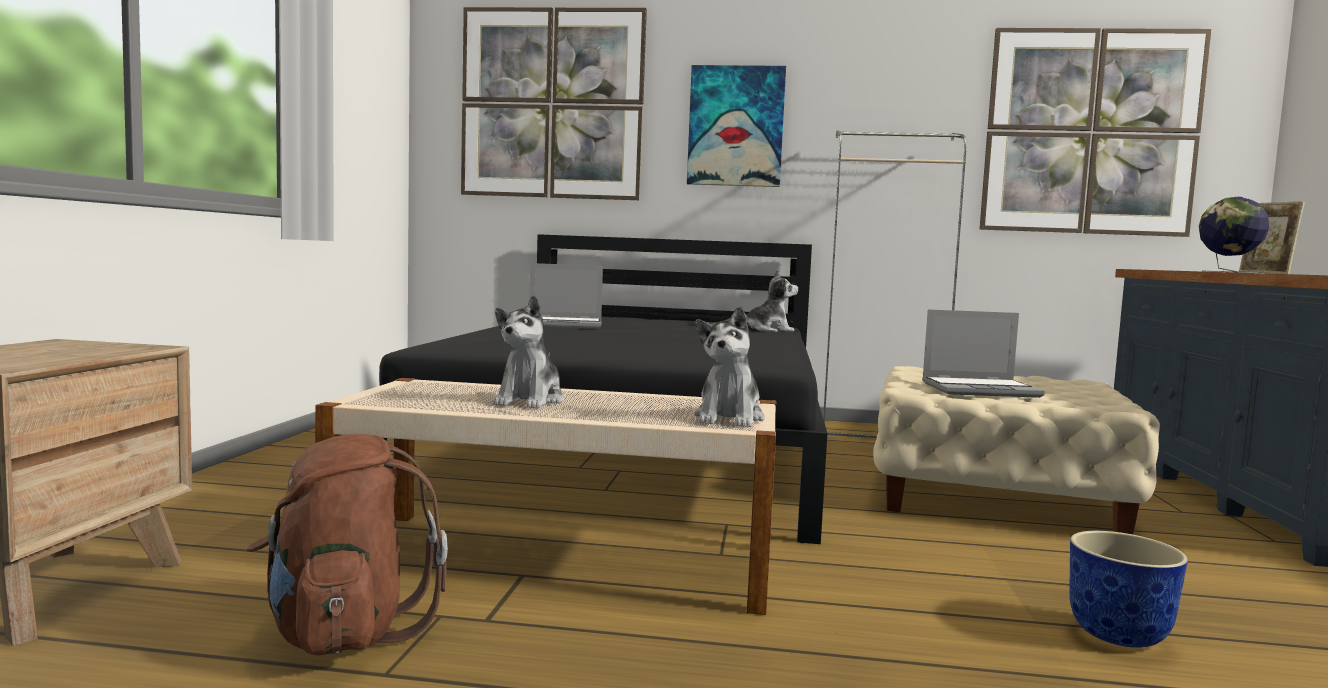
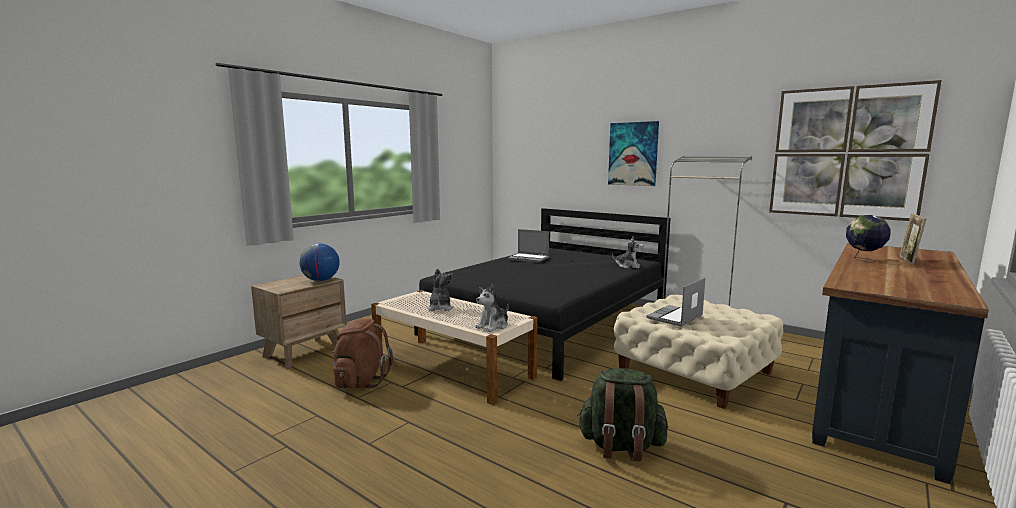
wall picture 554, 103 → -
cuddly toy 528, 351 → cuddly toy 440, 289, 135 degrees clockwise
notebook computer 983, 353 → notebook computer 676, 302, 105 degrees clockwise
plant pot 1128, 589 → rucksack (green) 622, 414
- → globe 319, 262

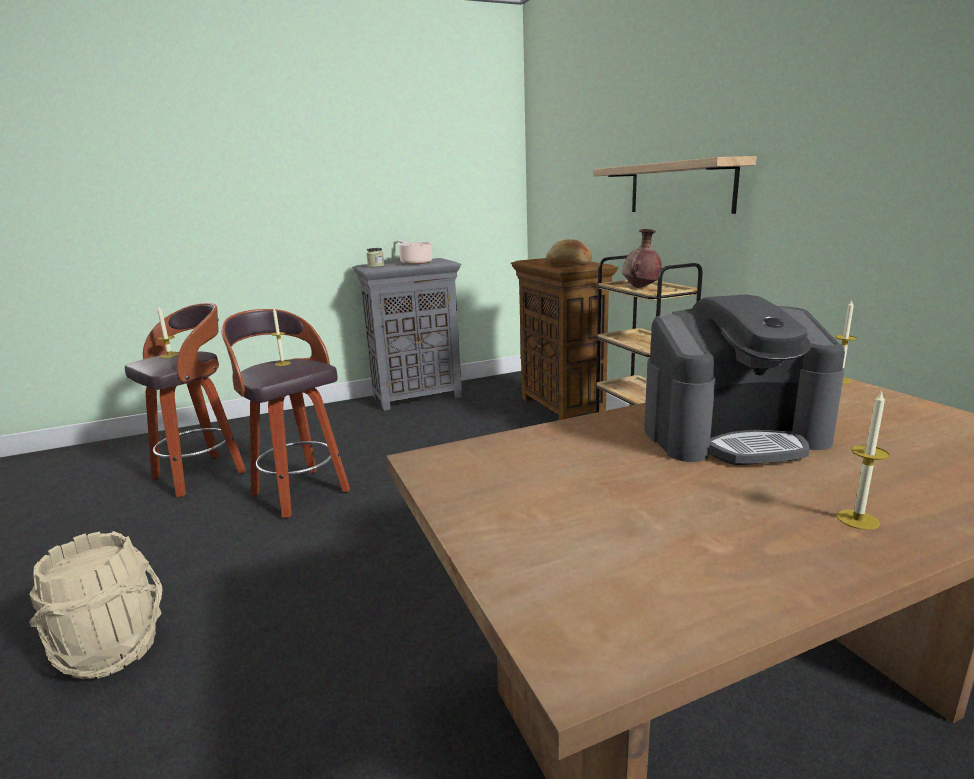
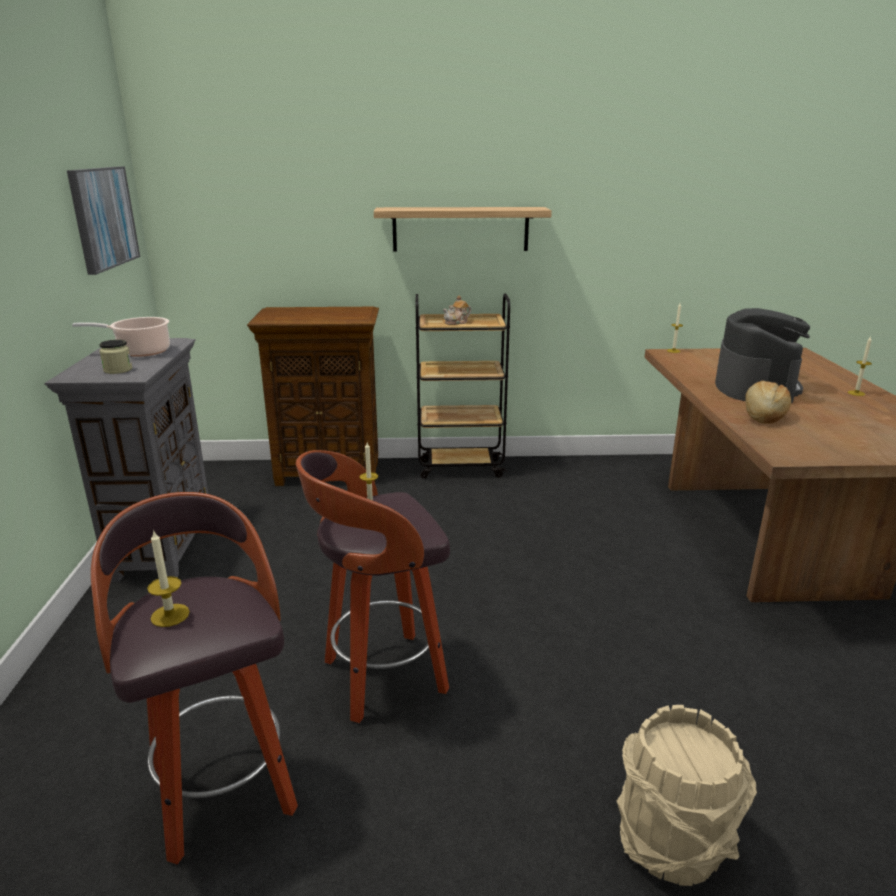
decorative vase (brownish) 642, 258 → tea pot 457, 310
bakery bread 569, 252 → bakery bread 768, 402, move
- → wall picture 103, 221

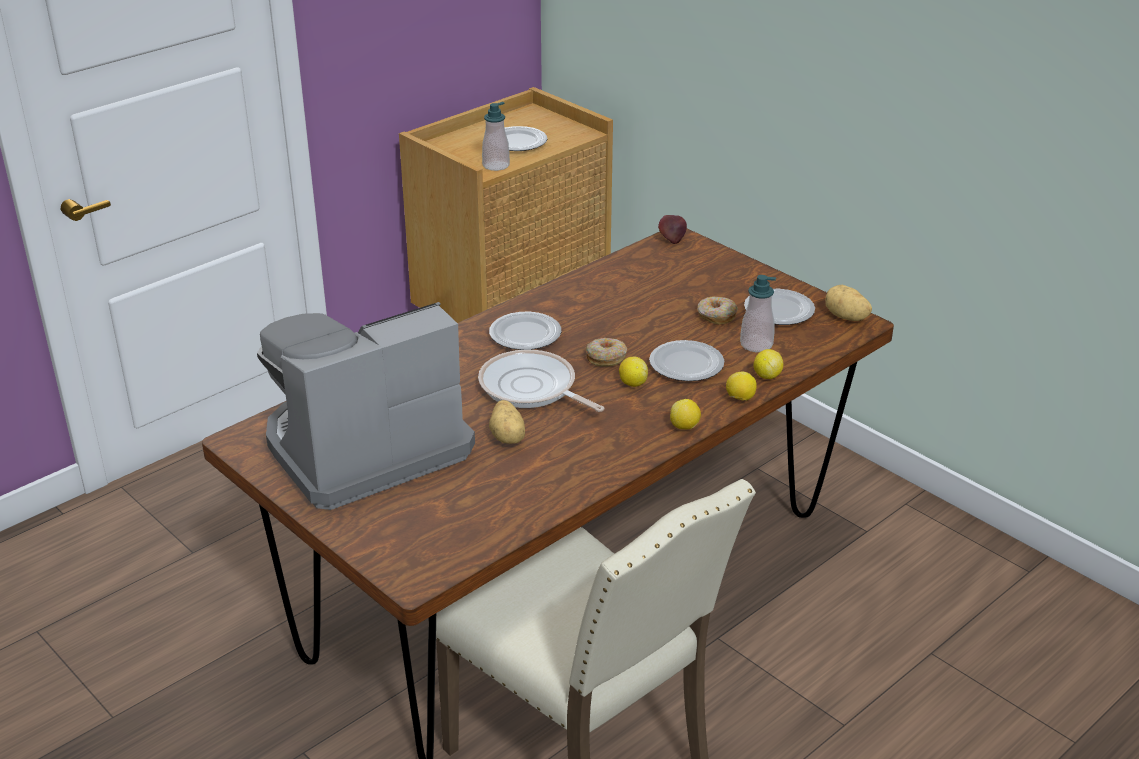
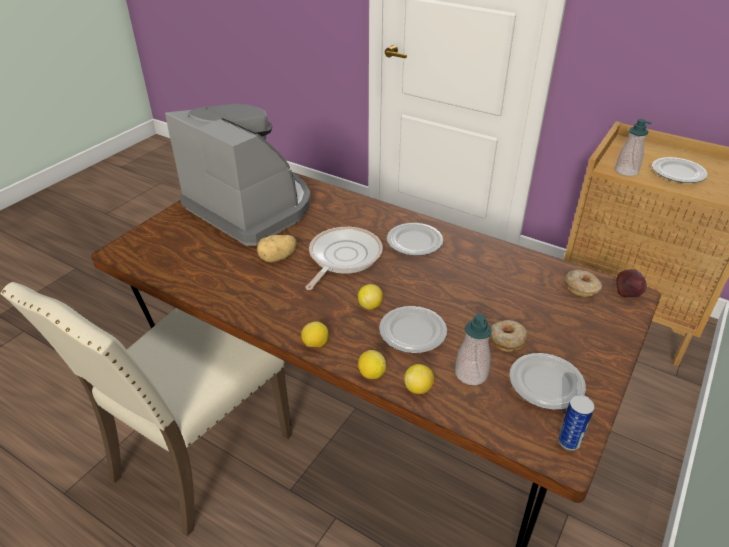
spud 848, 303 → metal can 576, 423
donut 606, 352 → donut 583, 283, move

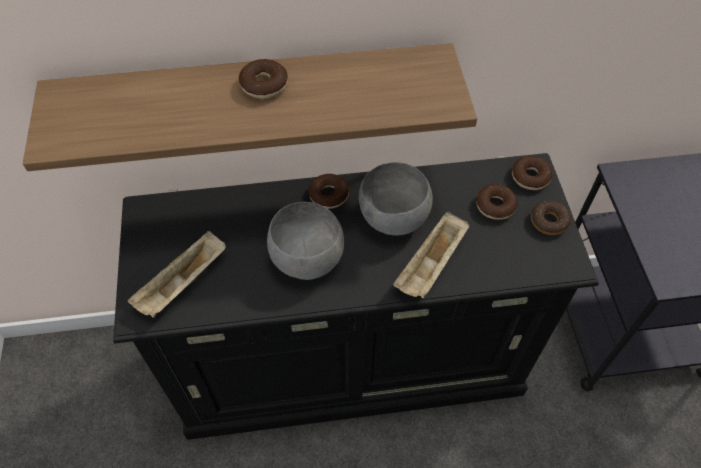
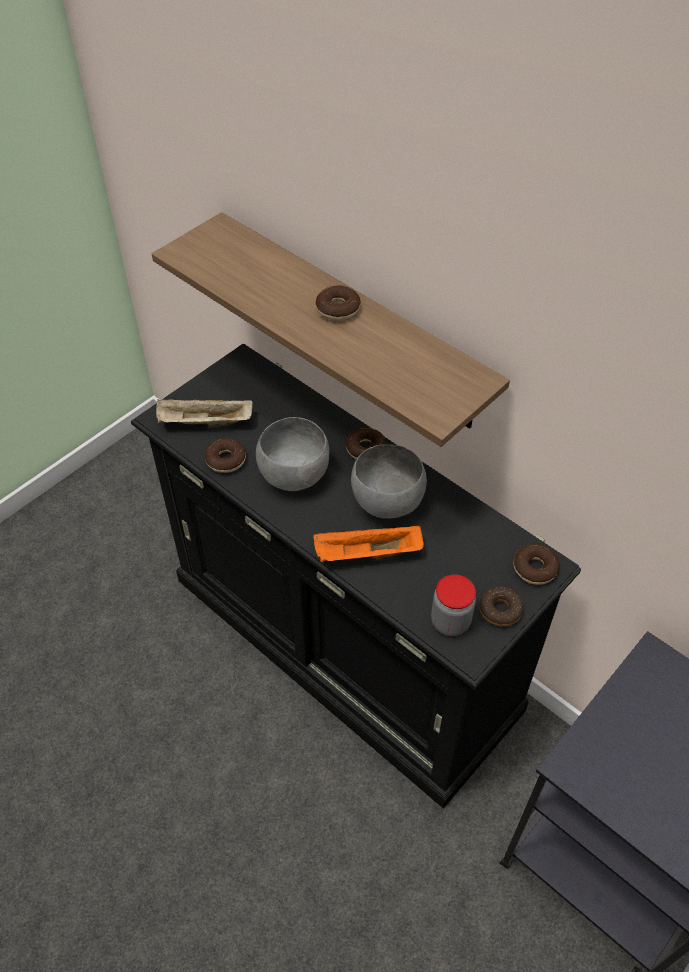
donut 497, 202 → donut 225, 455, move
carrying tray (beige-coloured) 431, 255 → carrying tray (orange-coloured) 368, 543
- → preserve jar 453, 605

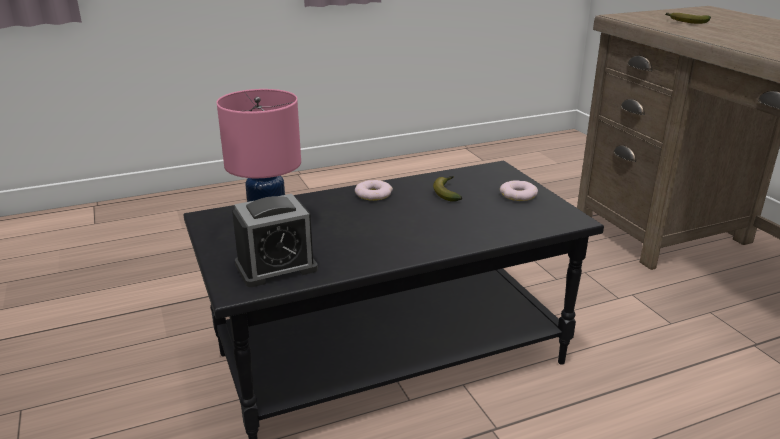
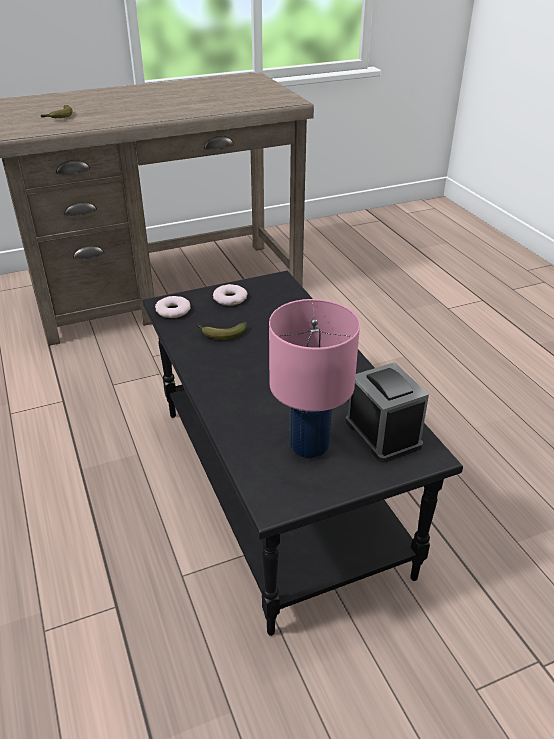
donut 374, 190 → donut 173, 307, move

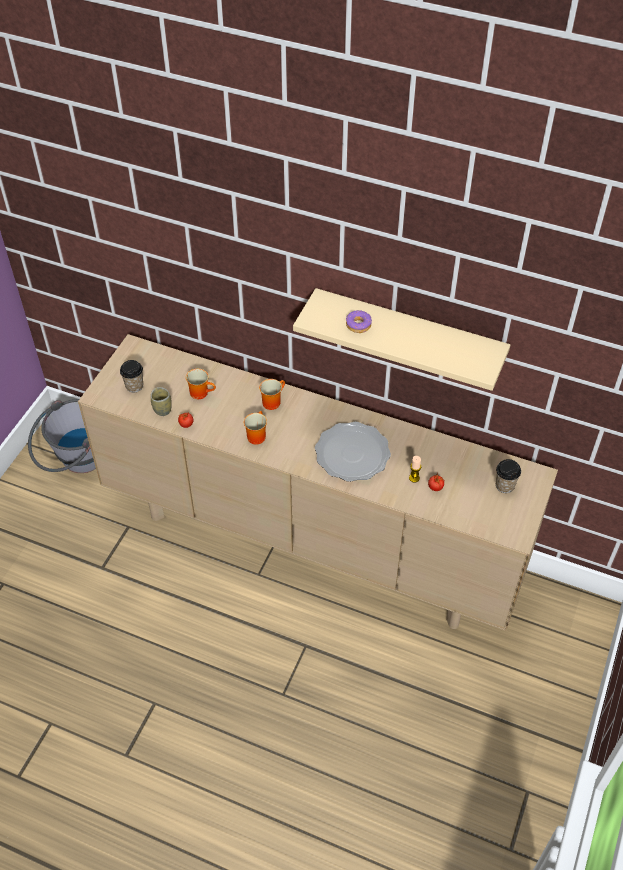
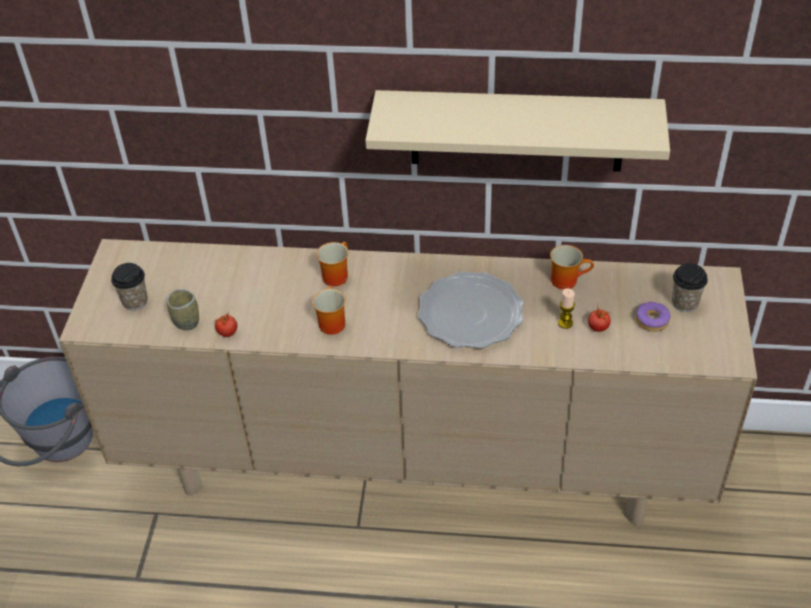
donut 359, 321 → donut 653, 316, move
coffee mug 201, 384 → coffee mug 572, 267, move

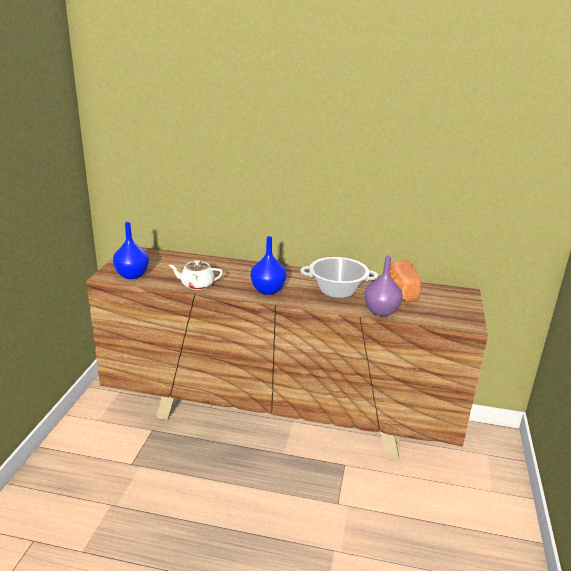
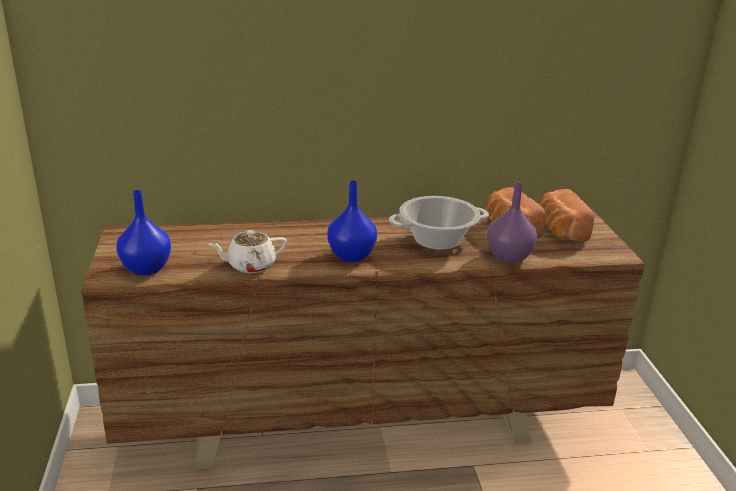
- → bakery bread 566, 215

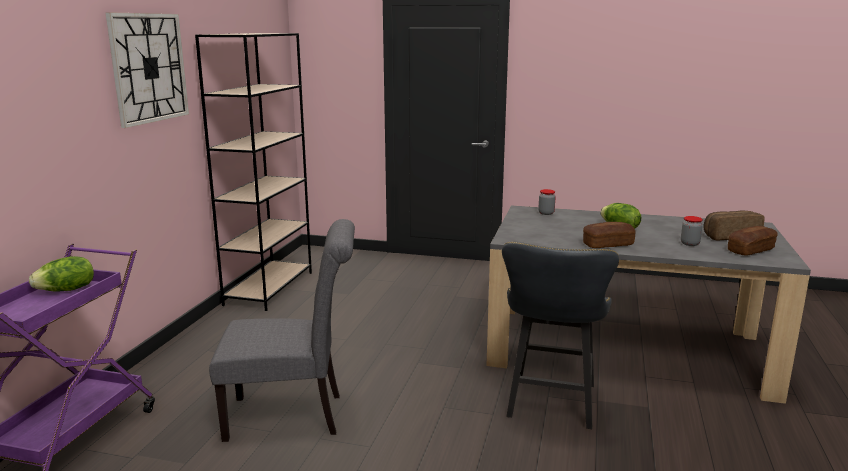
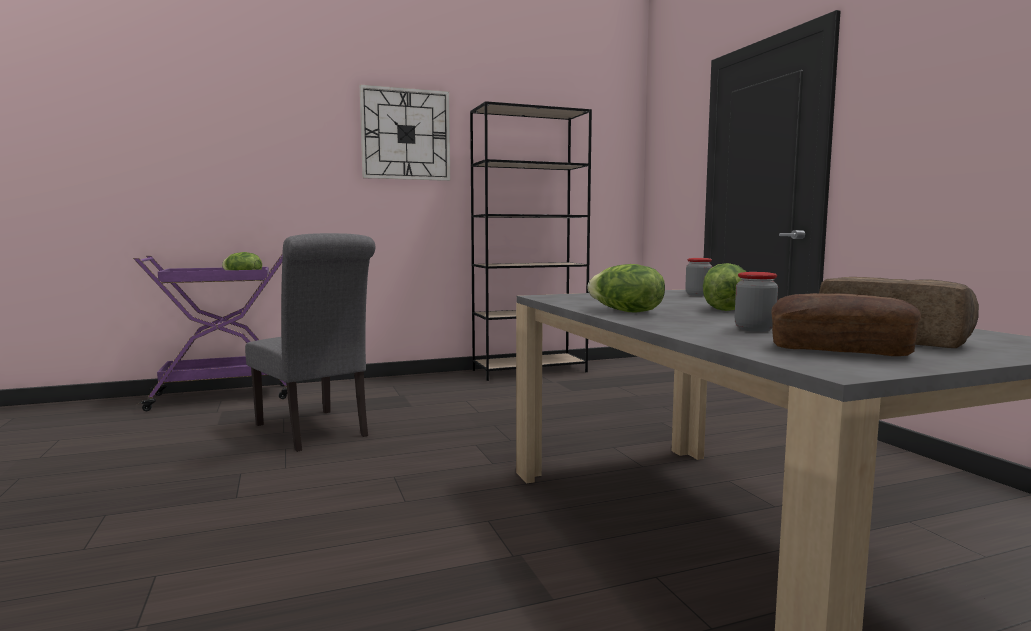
bakery bread 609, 235 → lettuce 626, 288
stool seat (greyish) 560, 335 → -

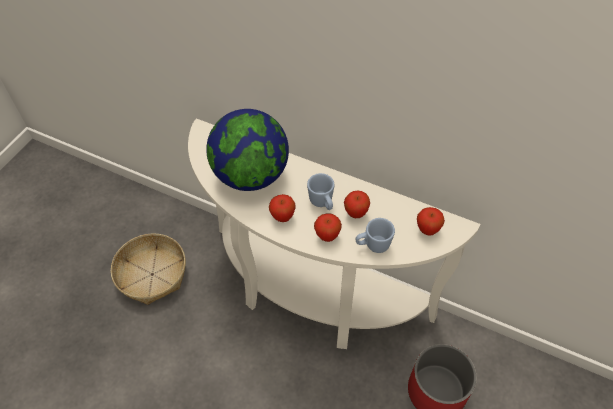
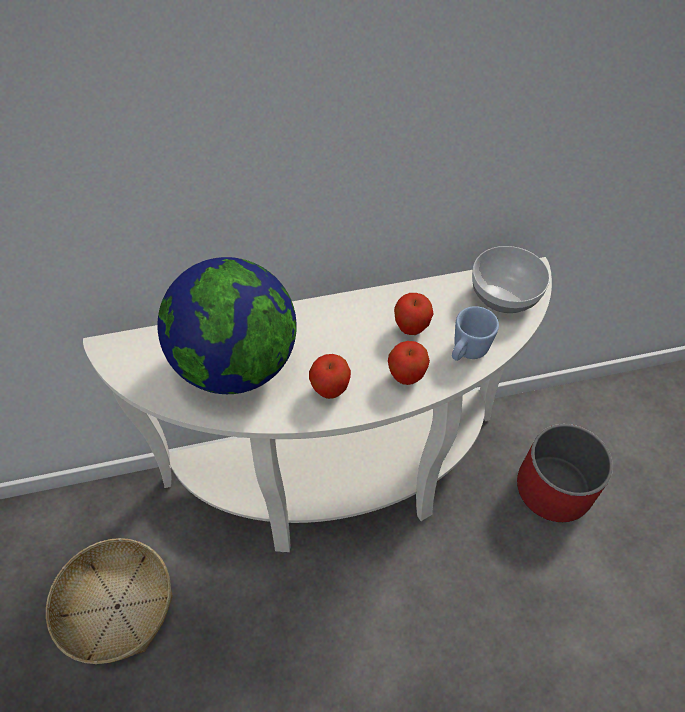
coffee mug (blue) 320, 191 → -
apple fruit 431, 221 → bowl 511, 279

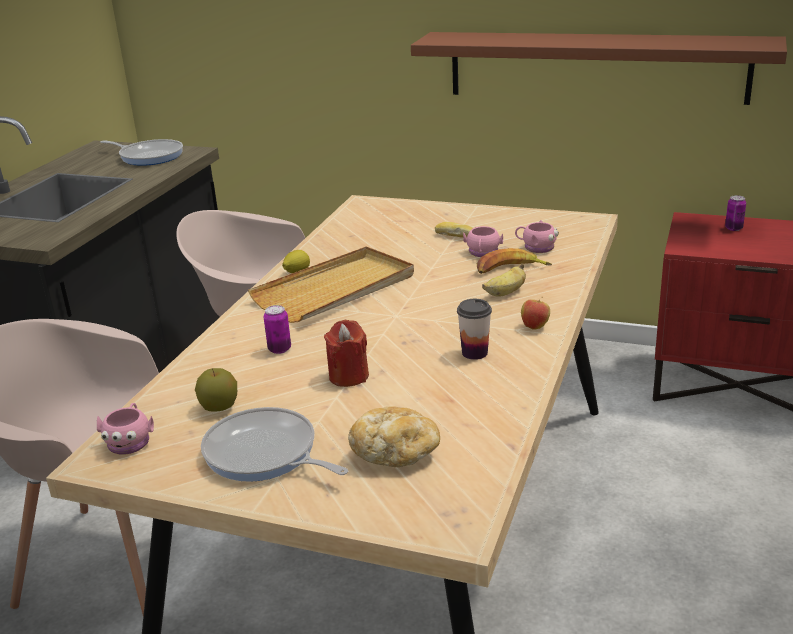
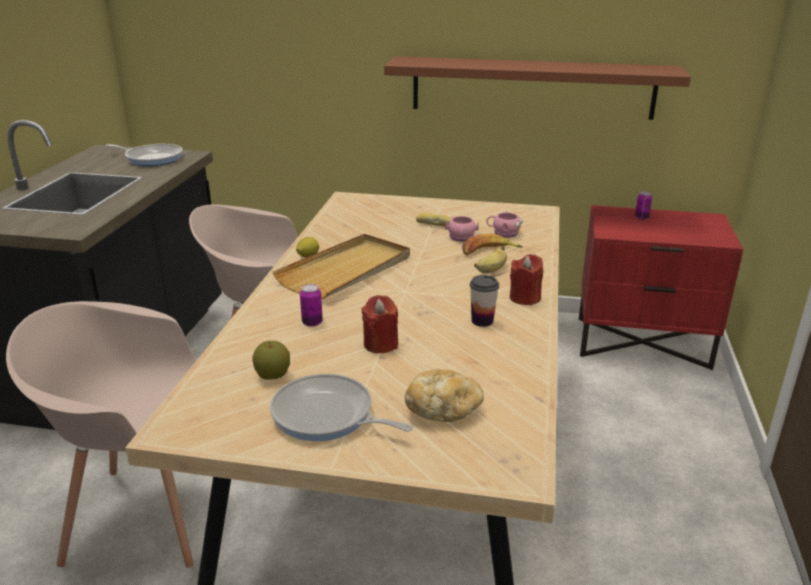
apple fruit 535, 313 → wax light (reddish) 527, 279
coffee mug (pink) 125, 429 → -

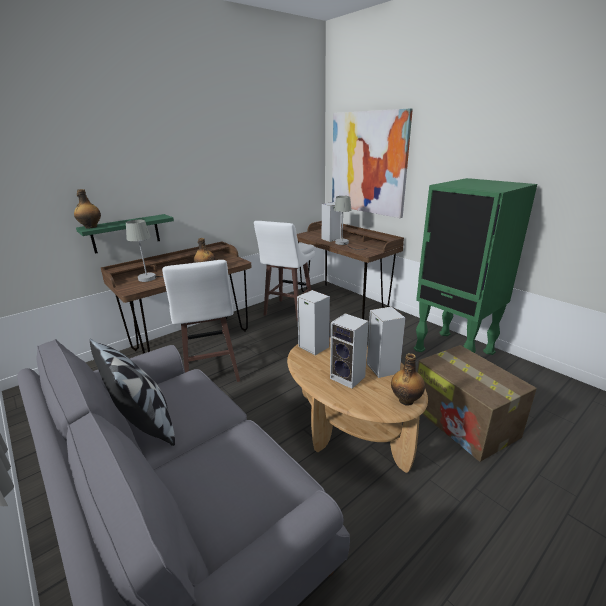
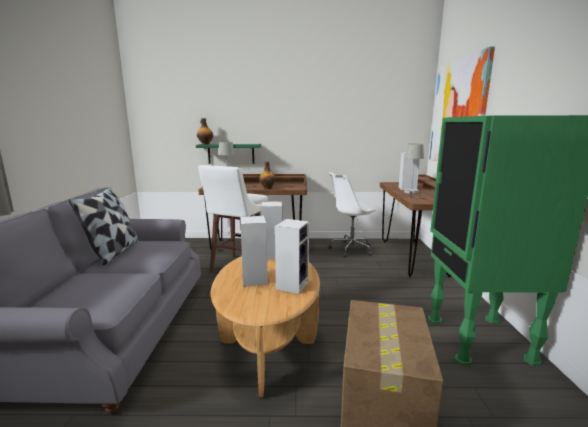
stool seat (whitish) 284, 271 → computer chair (whitish) 352, 214
bottle 408, 379 → -

